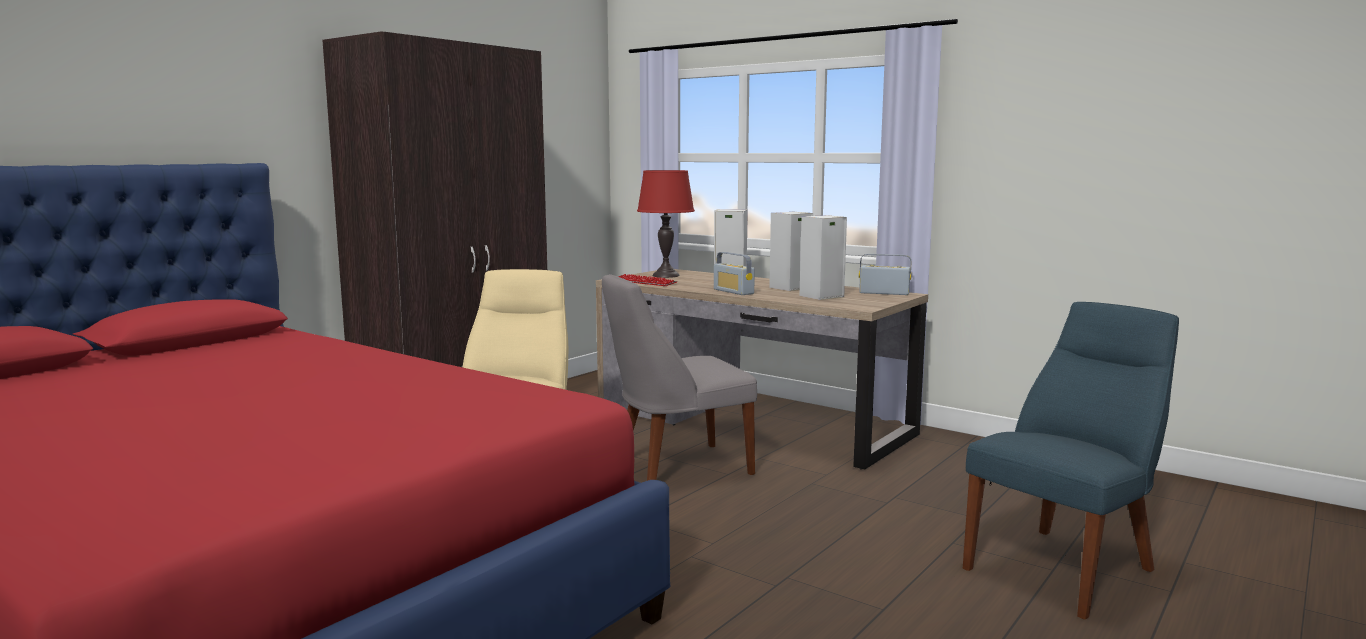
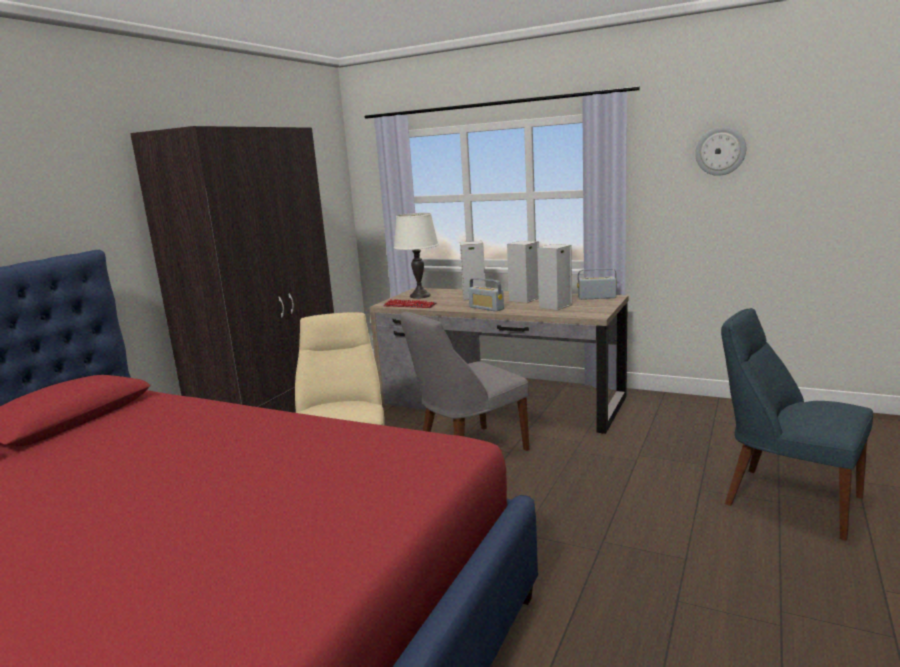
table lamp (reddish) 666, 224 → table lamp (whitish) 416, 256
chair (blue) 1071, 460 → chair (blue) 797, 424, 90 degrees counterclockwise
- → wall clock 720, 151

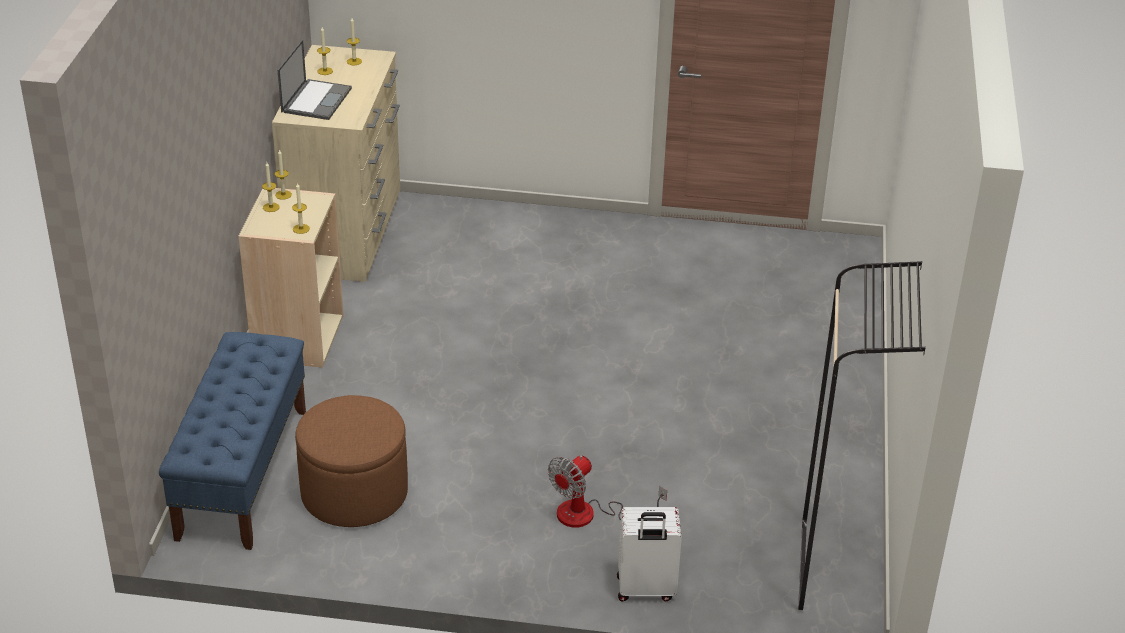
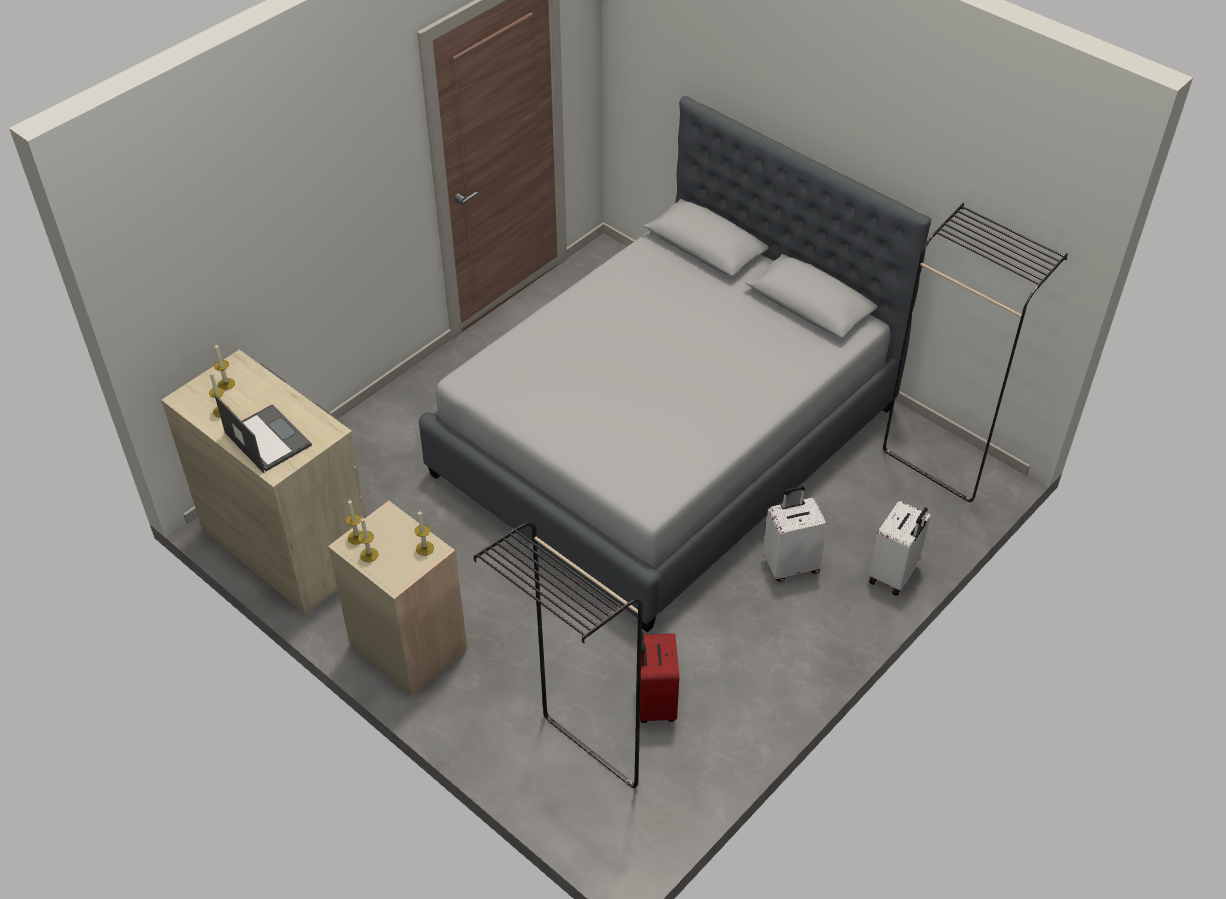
long seat (blue) 232, 441 → clothes rack (black-coloured) 558, 656
ottoman (brownish) 351, 461 → piece of luggage (reddish) 658, 677
electric fan 607, 492 → piece of luggage (whitish) 795, 534
- → sleeping bed (greyish) 675, 364

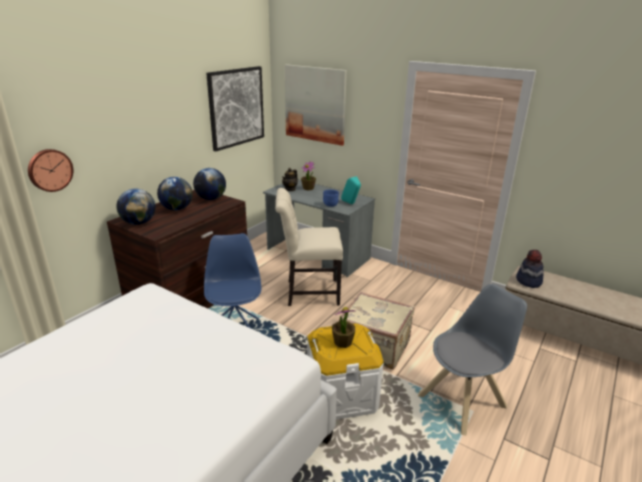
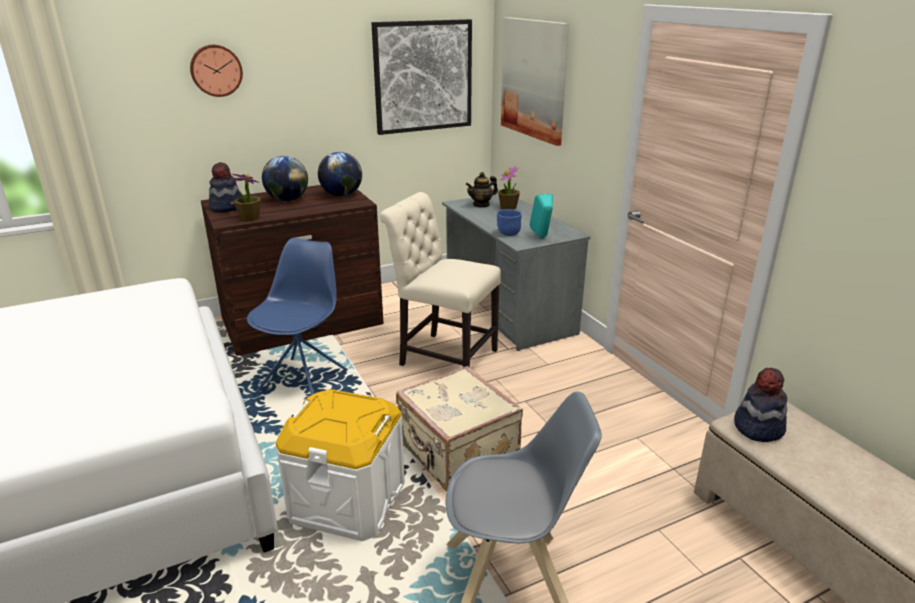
wall clock 50, 170 → wall clock 216, 71, move
globe 136, 207 → wearable hat 225, 187
houseplant 344, 327 → houseplant 246, 198, move

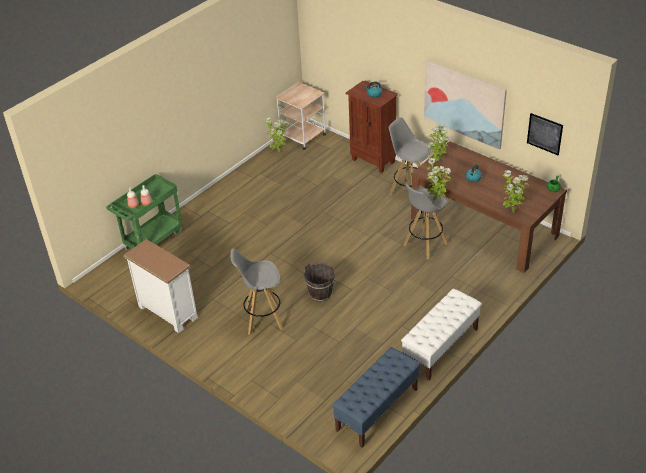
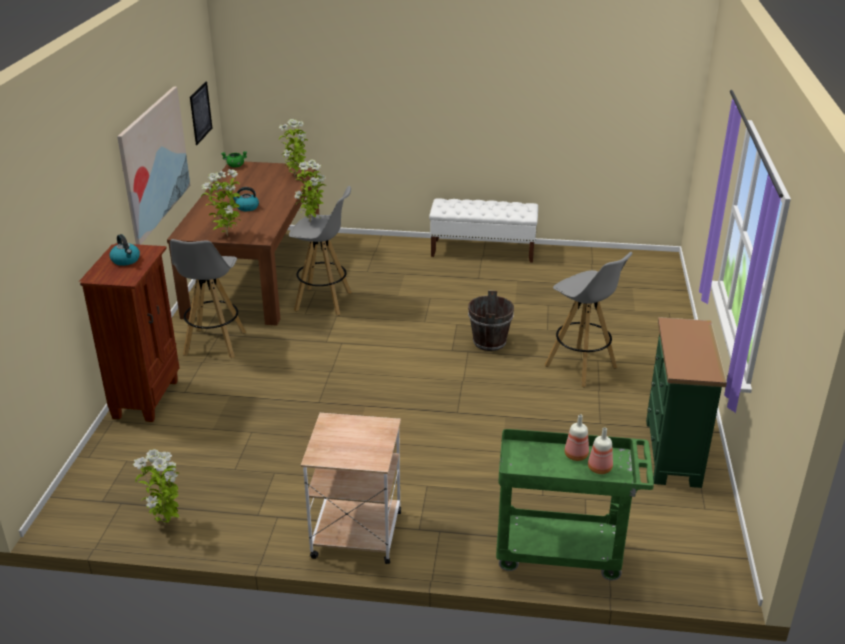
wheeled cart (beige-coloured) 301, 116 → wheeled cart (beige-coloured) 351, 488, move
drawer chest (whitish) 161, 286 → drawer chest (green) 686, 402
long seat (blue) 376, 397 → -

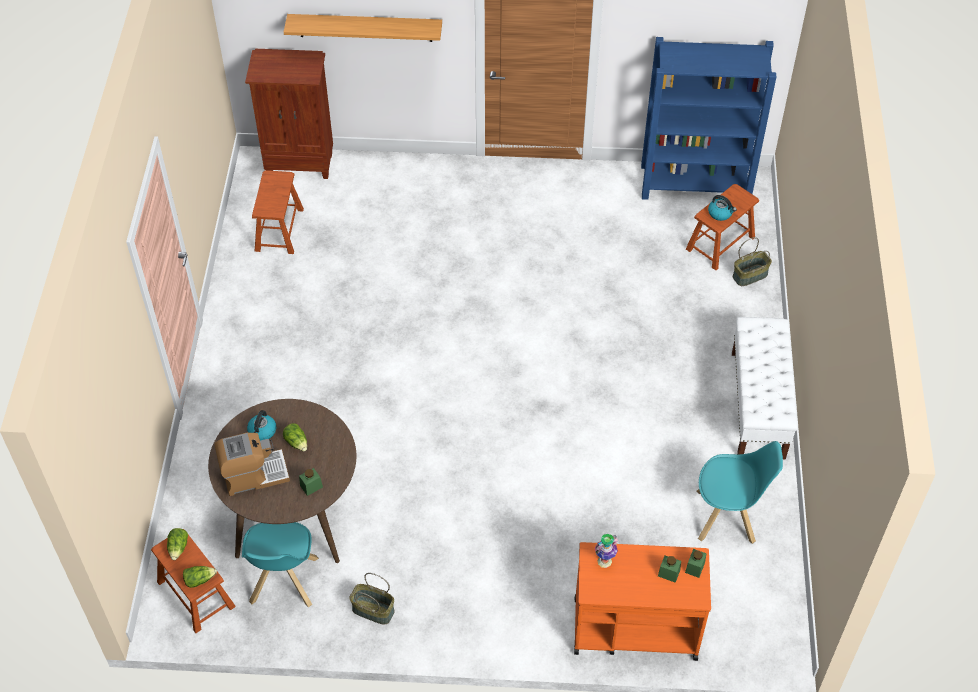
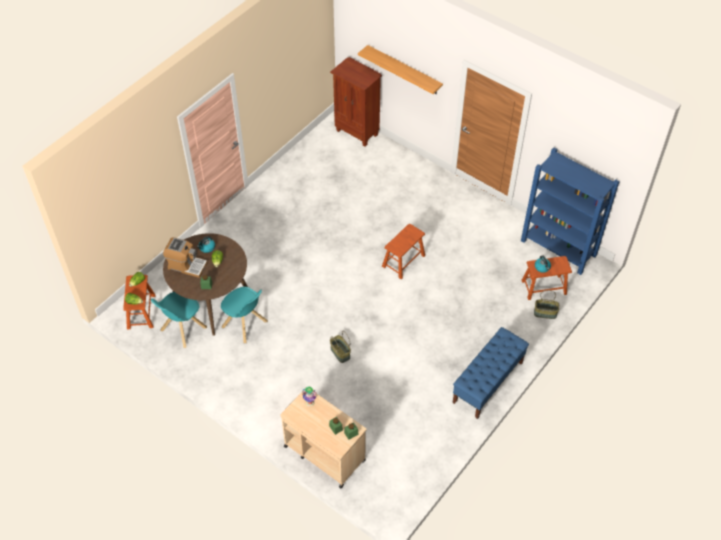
stool seat (brownish) 278, 212 → stool seat (brownish) 403, 251, move
long seat (whitish) 765, 388 → long seat (blue) 490, 373
chair (blue-green) 740, 492 → chair (blue-green) 244, 315, move
wheeled cart (orange-coloured) 642, 601 → wheeled cart (beige-coloured) 323, 437
storage basket 372, 598 → storage basket 340, 347, move

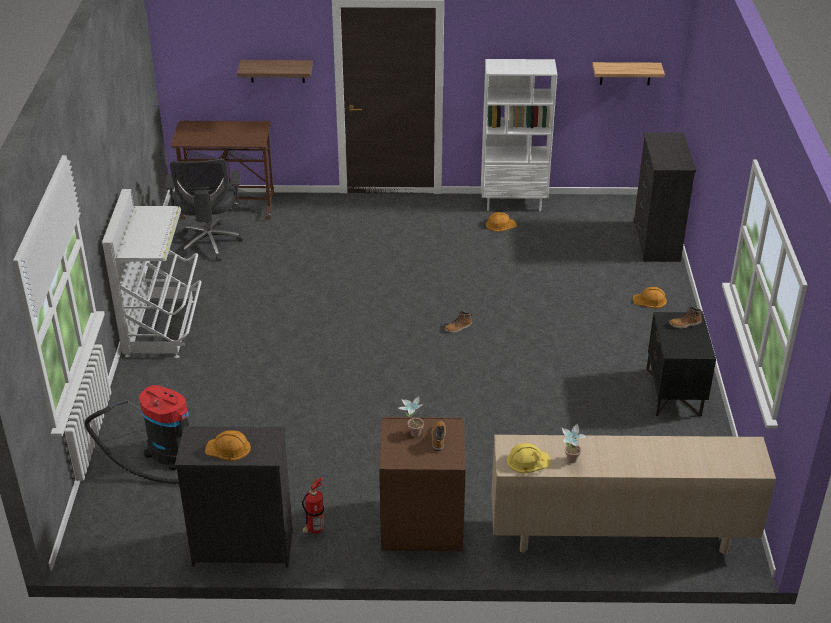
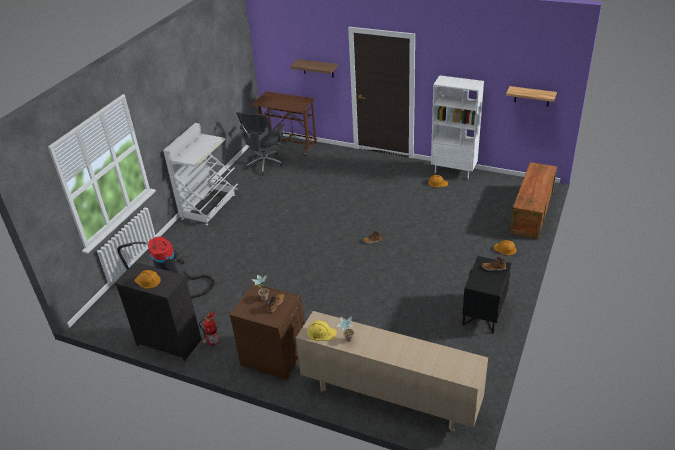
drawer chest (black-coloured) 665, 197 → long seat (brownish) 533, 200

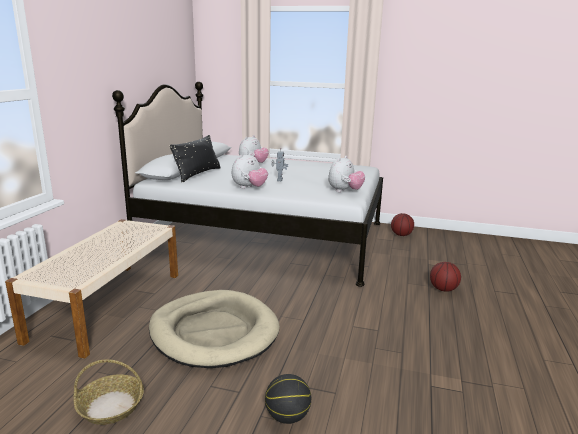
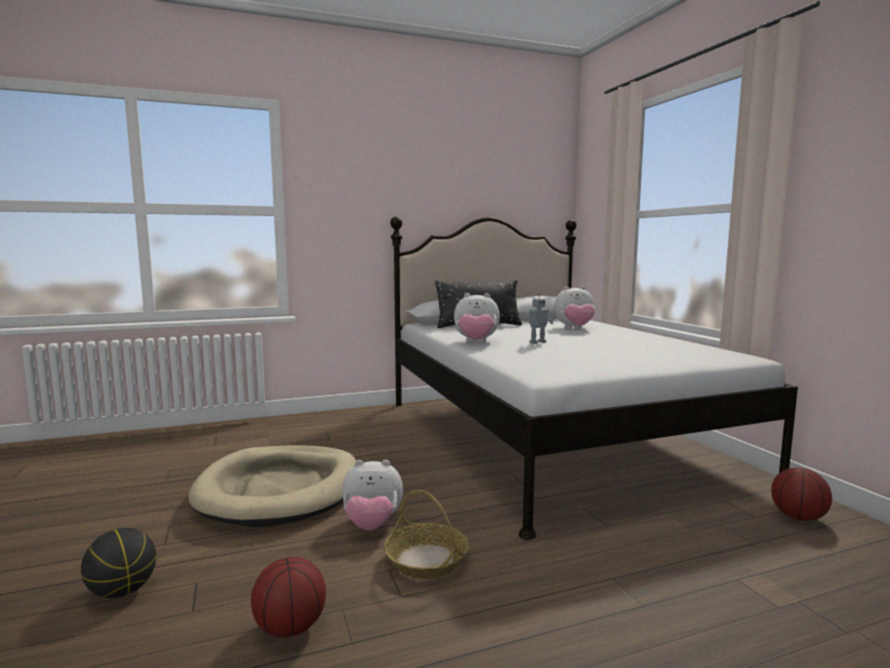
cuddly toy 346, 174 → cuddly toy 372, 495, move
long seat (beige-coloured) 91, 289 → -
basketball 445, 277 → basketball 288, 597, move
storage basket 108, 392 → storage basket 426, 534, move

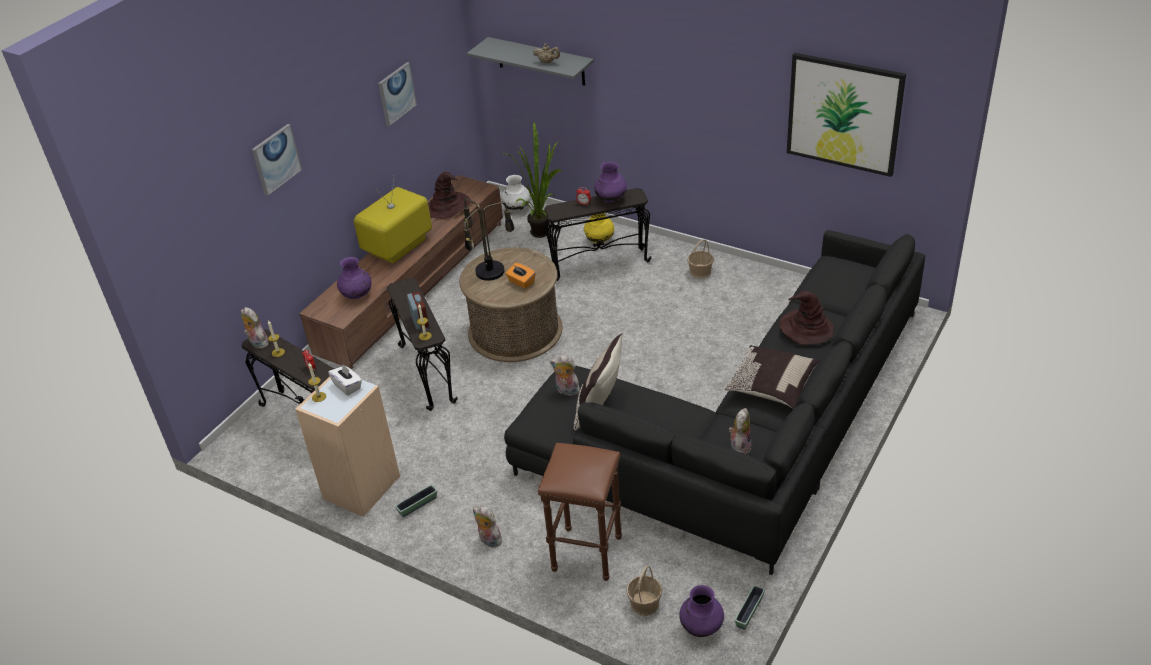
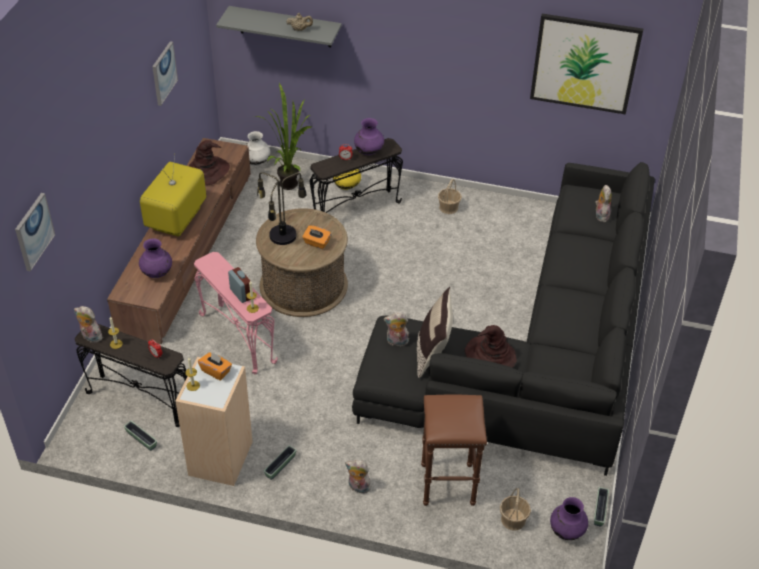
wall picture 277, 160 → wall picture 35, 232, move
side table (black-coloured) 422, 344 → side table (pink) 236, 313
wearable hat (brownish) 806, 318 → wearable hat (brownish) 491, 346, move
cushion 772, 377 → -
tissue box (whitish) 345, 380 → tissue box (orange-coloured) 215, 365
cuddly toy 740, 431 → cuddly toy 603, 203, move
- → plant pot 140, 436

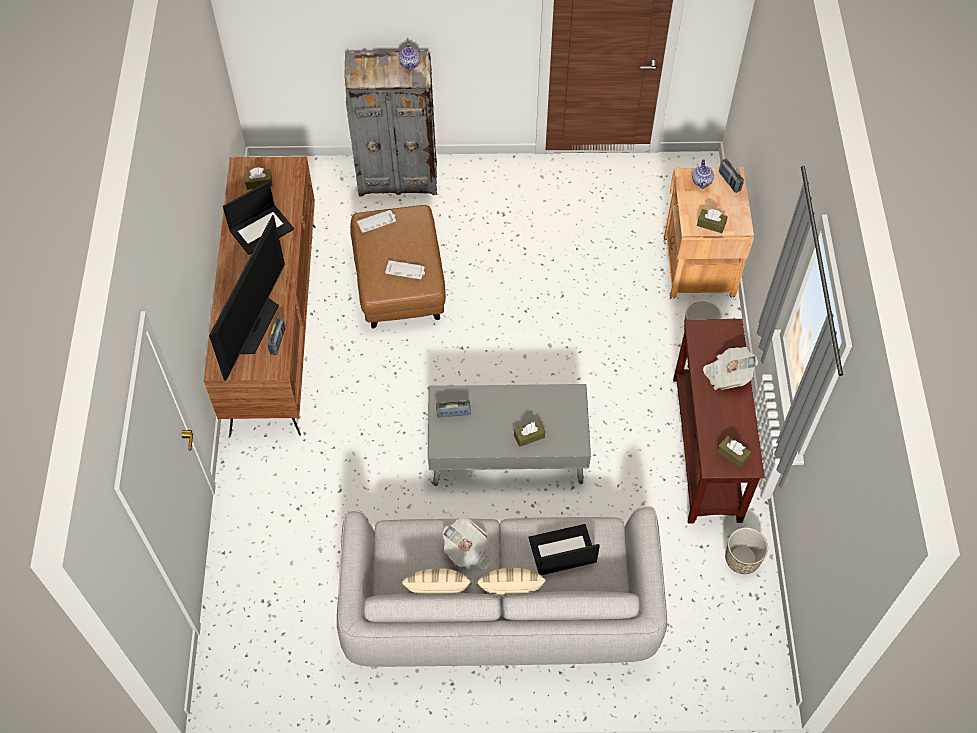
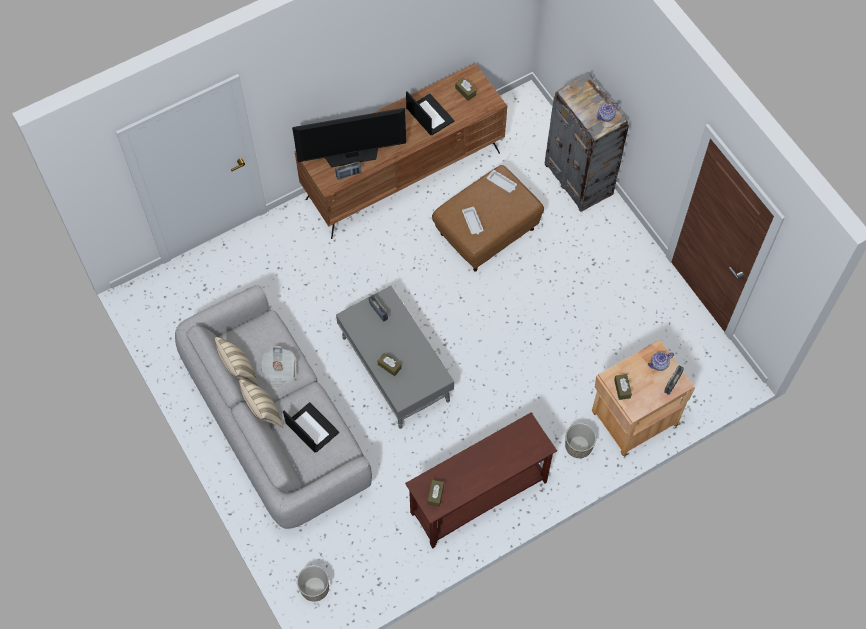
notebook computer 258, 218 → notebook computer 430, 113, 150 degrees counterclockwise
printed paper 730, 368 → -
plant pot 746, 550 → plant pot 313, 583, move

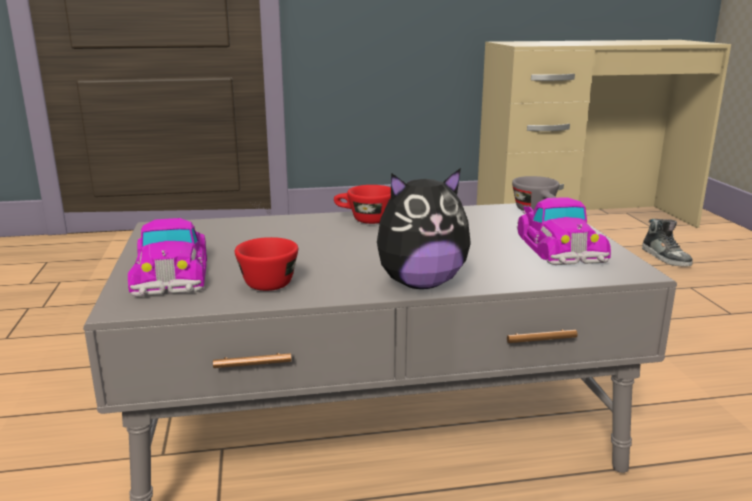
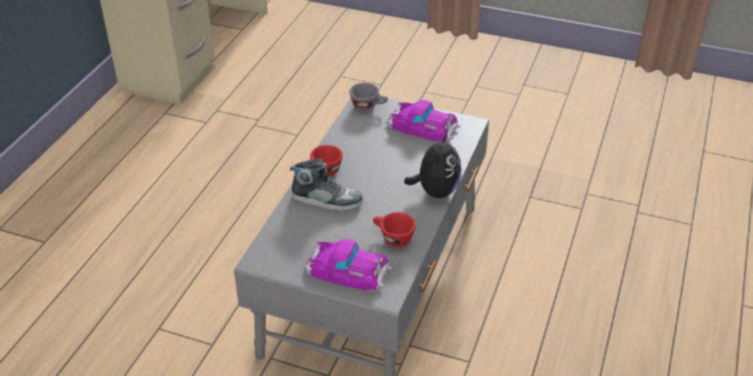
shoe 667, 243 → shoe 326, 184, move

